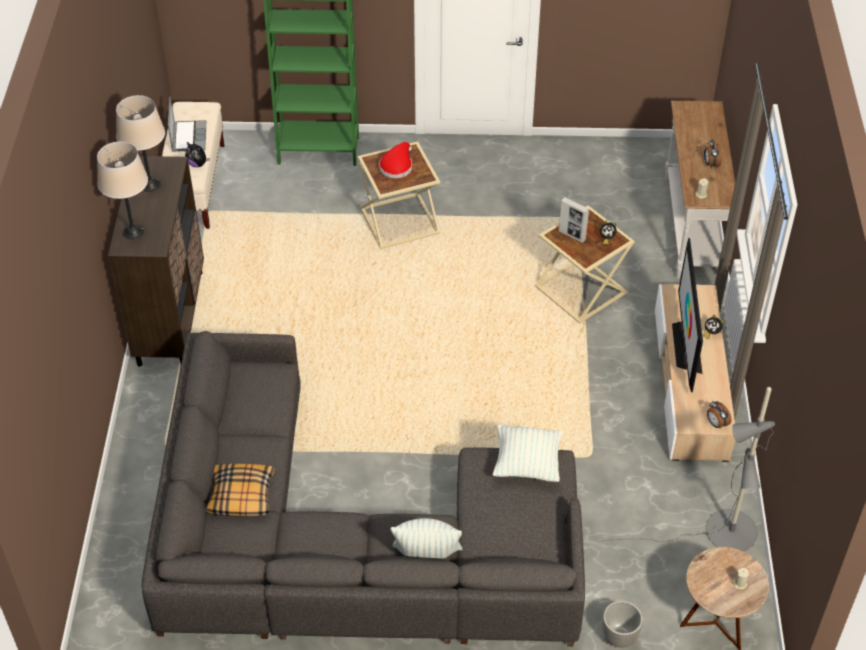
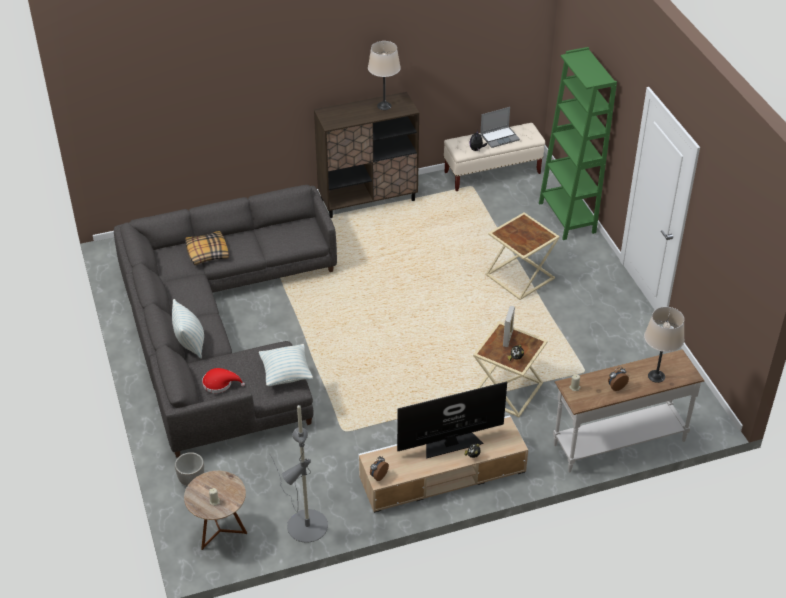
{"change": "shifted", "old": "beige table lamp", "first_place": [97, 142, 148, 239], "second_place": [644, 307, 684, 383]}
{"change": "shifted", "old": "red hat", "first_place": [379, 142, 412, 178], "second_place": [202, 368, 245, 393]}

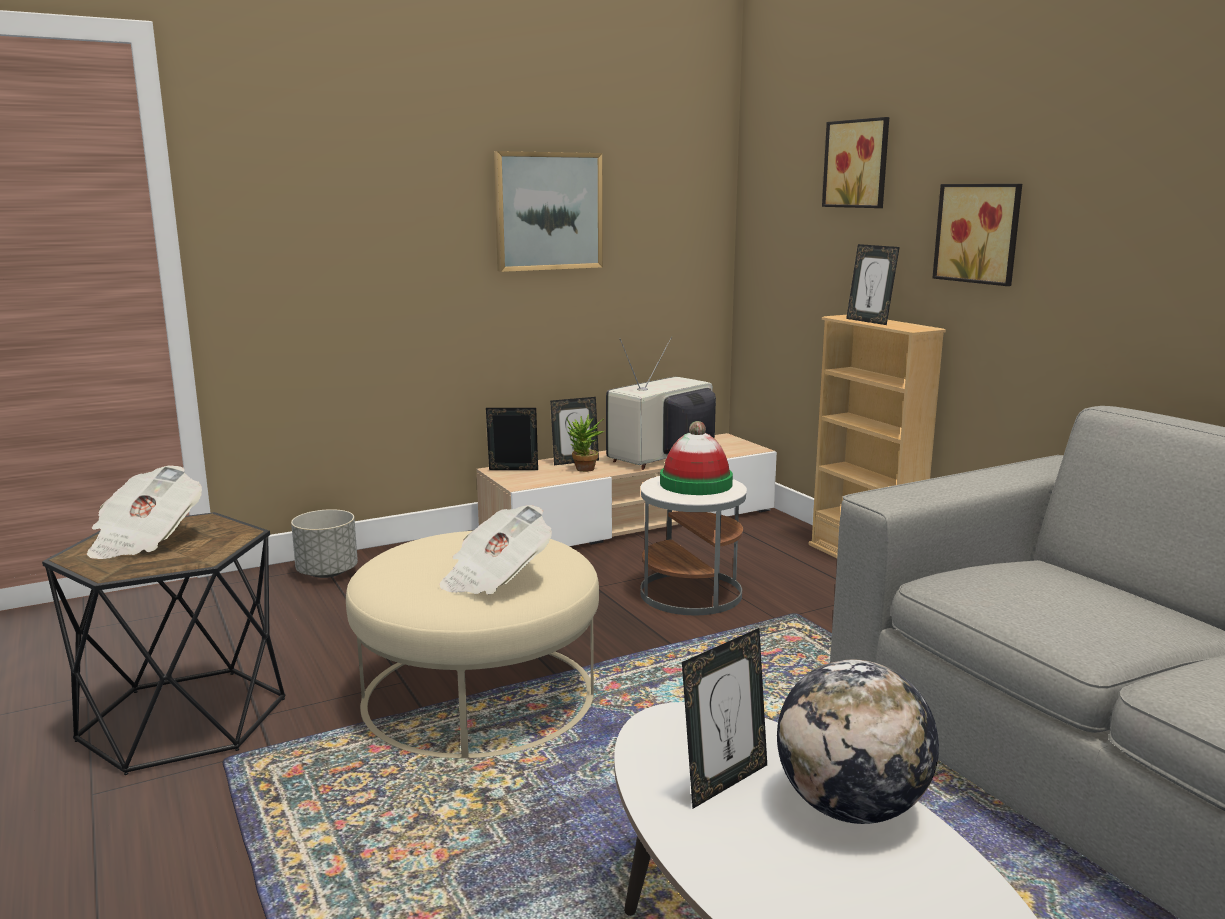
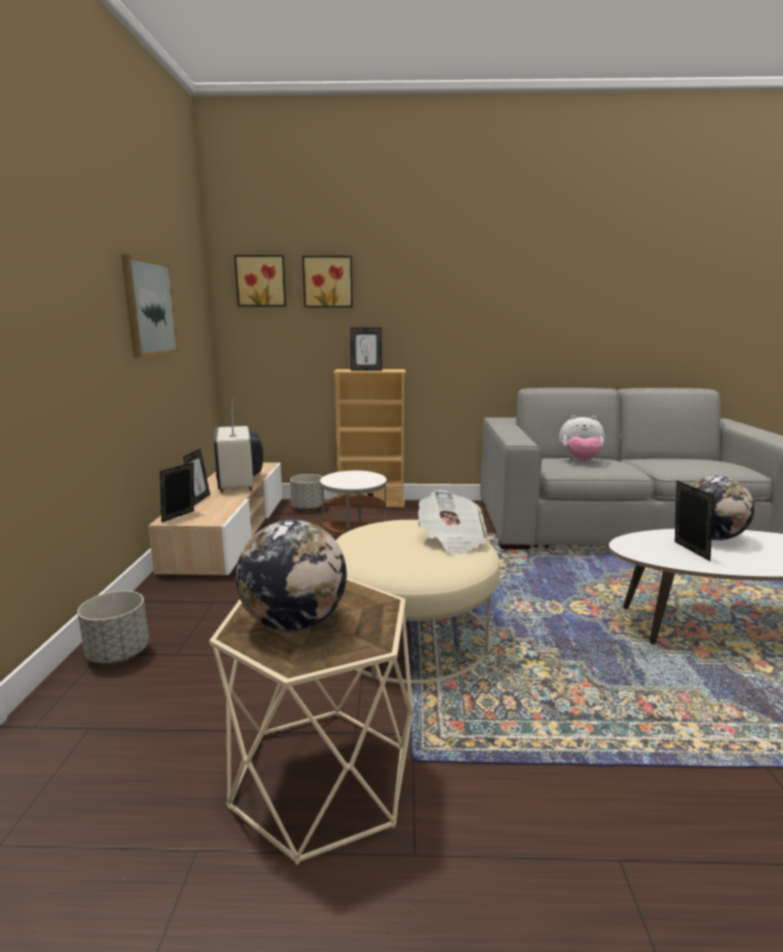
{"change": "repainted", "old": "black side table", "new": "beige side table", "first_place": [42, 512, 285, 775], "second_place": [209, 578, 413, 865]}
{"change": "swapped", "old": "newspaper", "new": "globe", "first_place": [87, 465, 202, 559], "second_place": [236, 520, 347, 632]}
{"change": "gone", "old": "potted plant", "first_place": [567, 414, 604, 472]}
{"change": "gone", "old": "hat", "first_place": [660, 421, 733, 495]}
{"change": "shifted", "old": "picture", "first_place": [933, 184, 1022, 286], "second_place": [234, 255, 286, 307]}
{"change": "new", "new": "grey planter", "second_place": [290, 474, 324, 511]}
{"change": "new", "new": "plush toy", "second_place": [559, 415, 604, 462]}

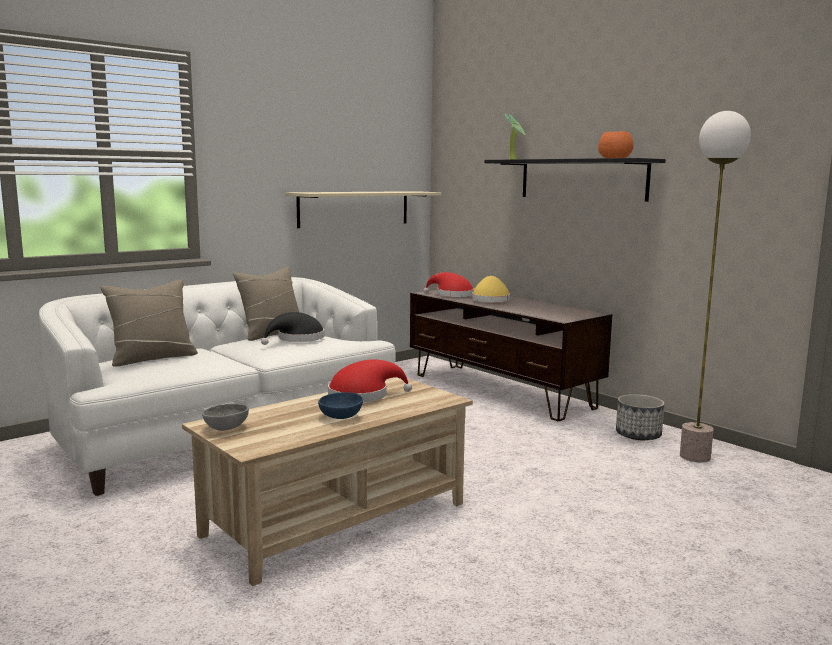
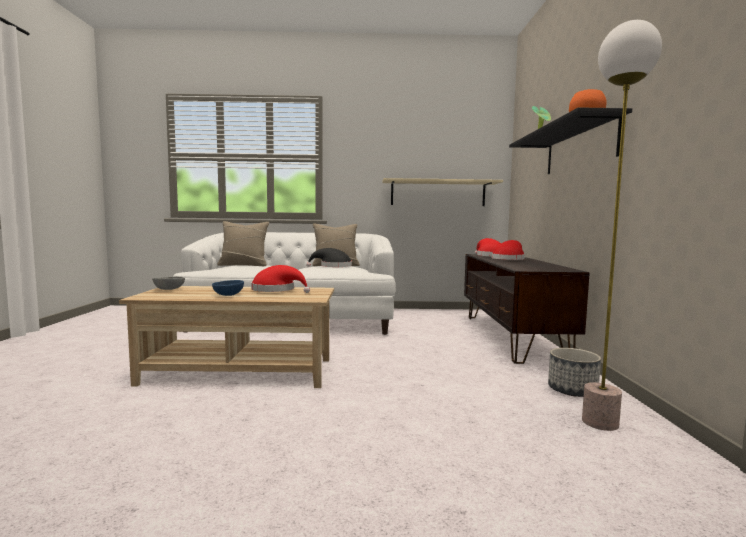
{"change": "repainted", "old": "yellow hat", "new": "red hat", "first_place": [472, 276, 510, 302], "second_place": [492, 240, 525, 260]}

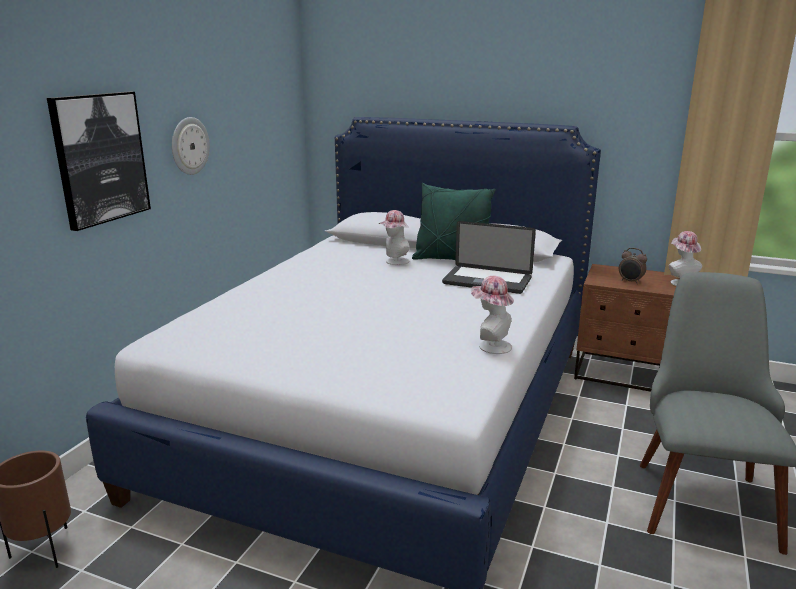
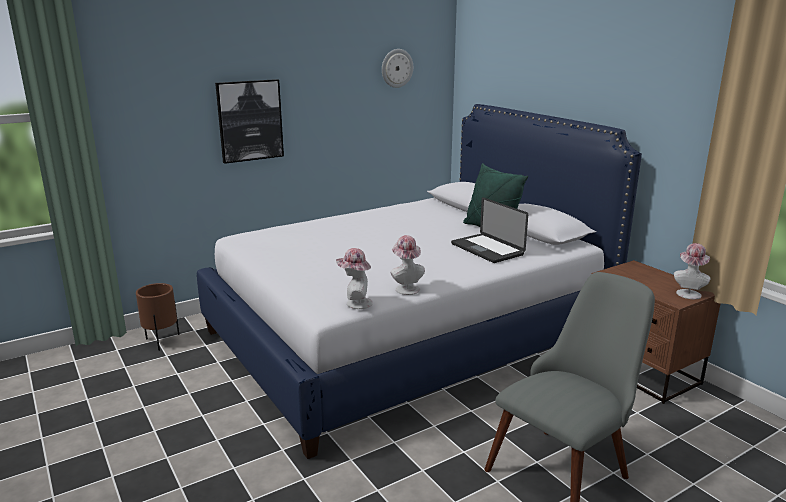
{"change": "shifted", "old": "wall clock", "first_place": [172, 117, 210, 175], "second_place": [382, 49, 413, 88]}
{"change": "shifted", "old": "hat", "first_place": [379, 210, 410, 265], "second_place": [336, 248, 373, 309]}
{"change": "gone", "old": "alarm clock", "first_place": [619, 248, 647, 284]}

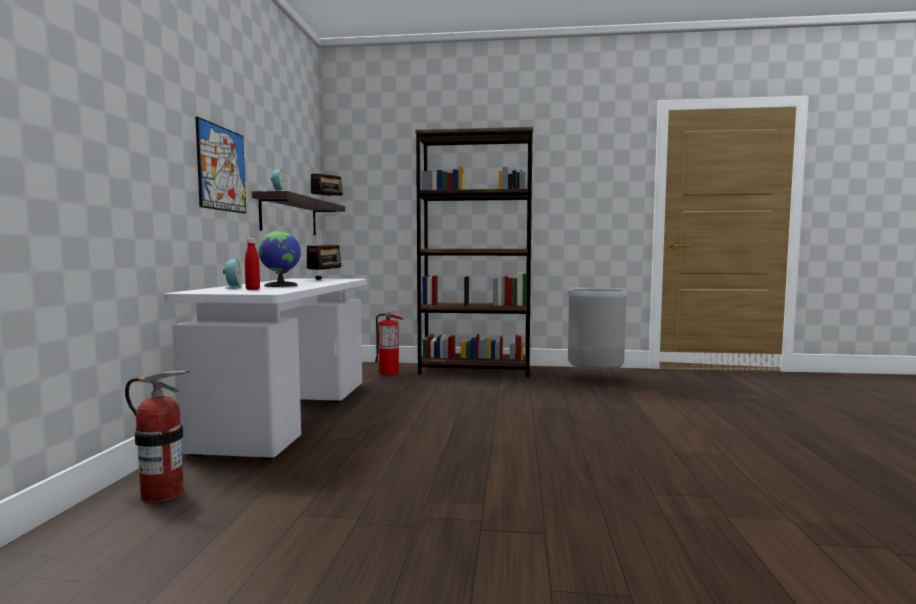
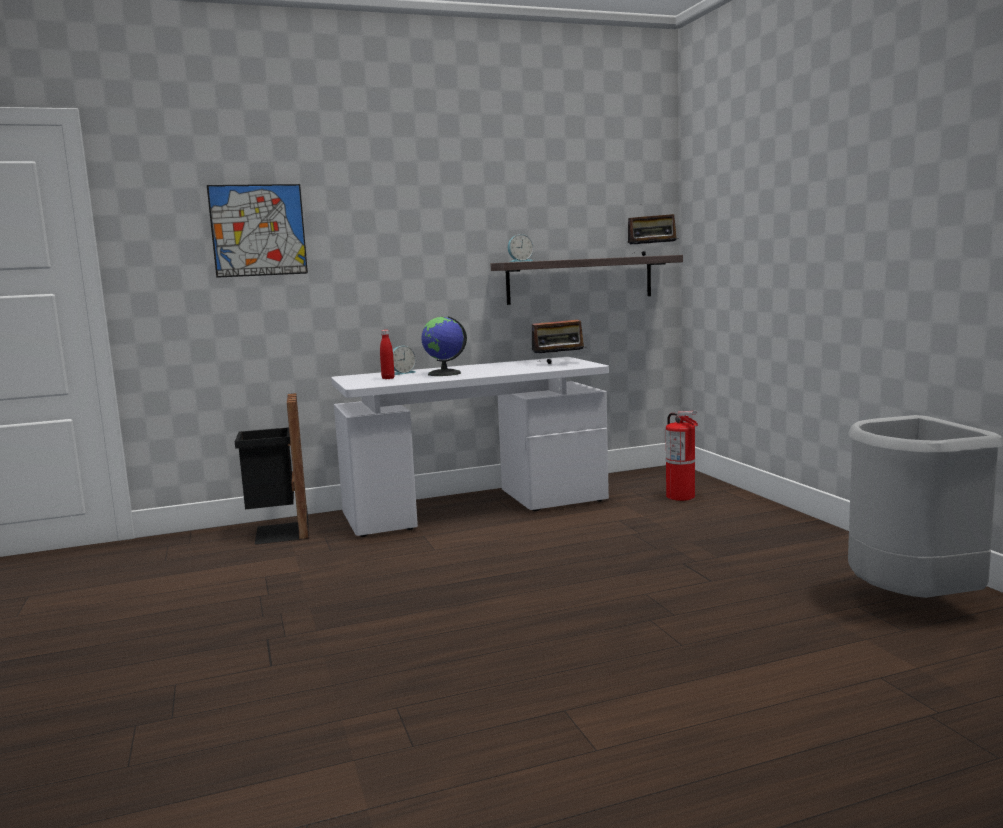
{"change": "swapped", "old": "fire extinguisher", "new": "black trash can", "first_place": [125, 370, 190, 503], "second_place": [235, 393, 309, 545]}
{"change": "shifted", "old": "picture", "first_place": [195, 117, 246, 213], "second_place": [207, 184, 308, 278]}
{"change": "gone", "old": "brown bookcase", "first_place": [416, 127, 533, 377]}

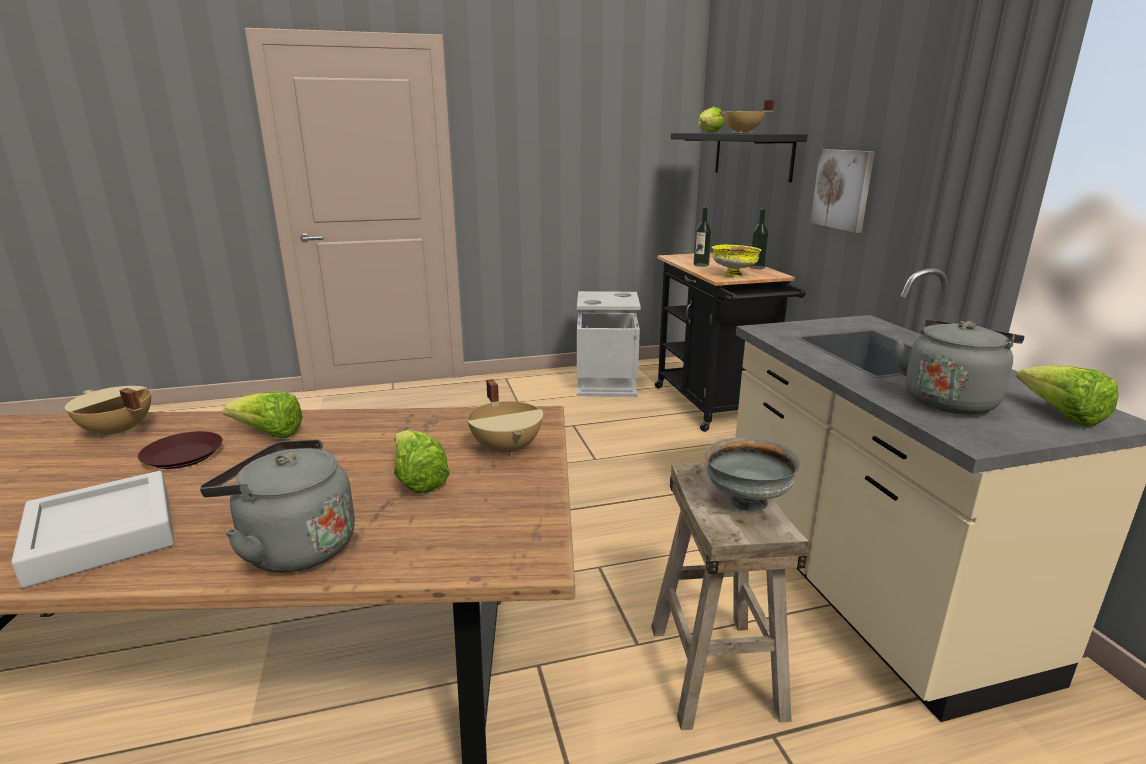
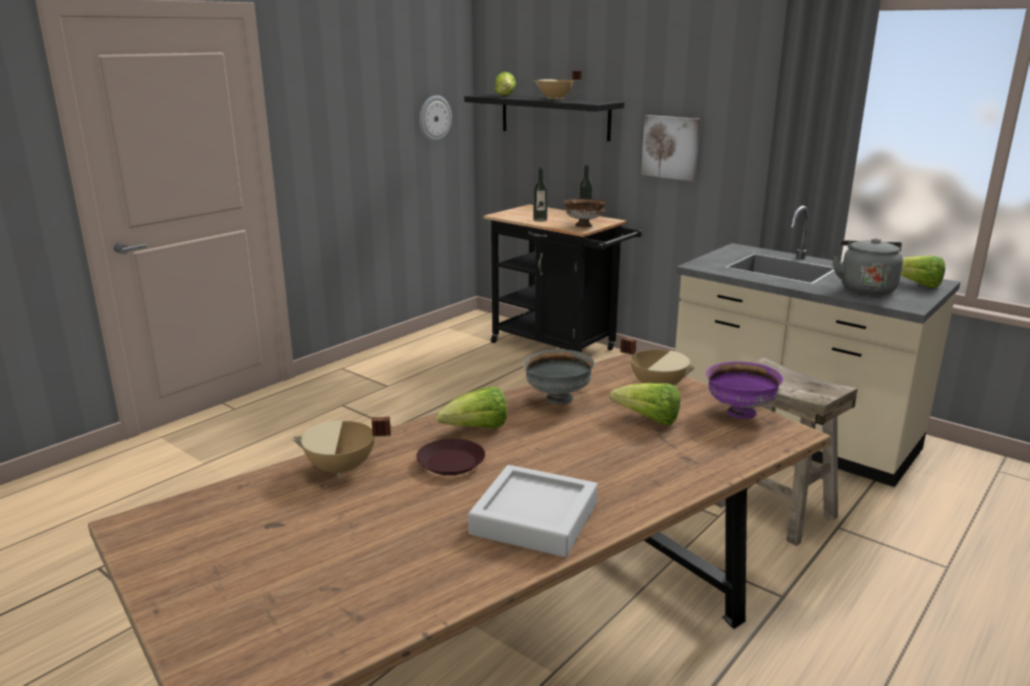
{"change": "gone", "old": "grey kettle", "first_place": [200, 439, 355, 572]}
{"change": "gone", "old": "grey trash can", "first_place": [577, 291, 641, 397]}
{"change": "shifted", "old": "grey bowl", "first_place": [704, 437, 801, 511], "second_place": [523, 350, 595, 404]}
{"change": "repainted", "old": "yellow bowl", "new": "brown bowl", "first_place": [712, 245, 762, 277], "second_place": [564, 199, 606, 227]}
{"change": "new", "new": "wall clock", "second_place": [419, 95, 452, 142]}
{"change": "new", "new": "purple bowl", "second_place": [706, 362, 783, 419]}

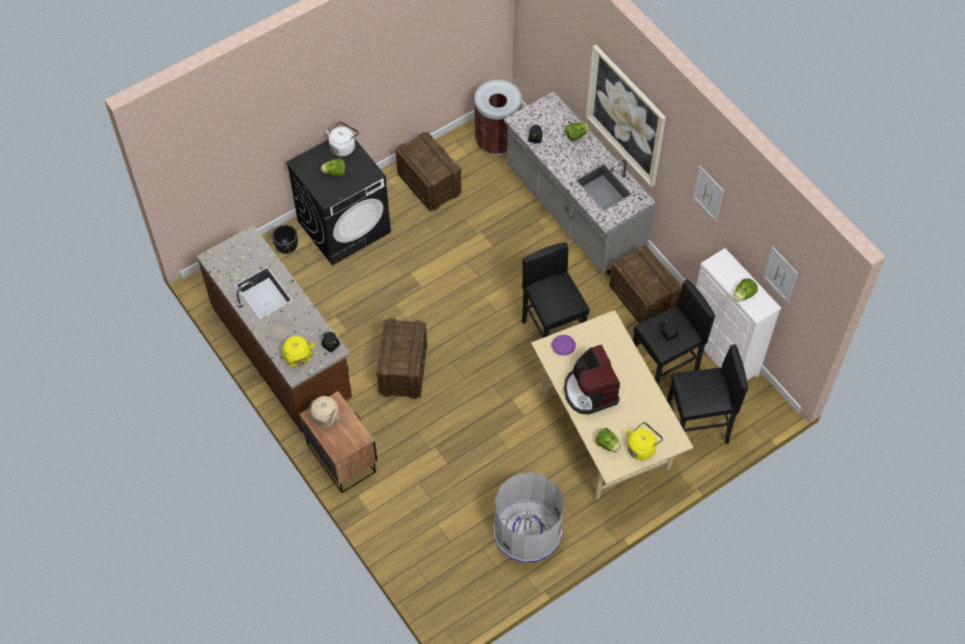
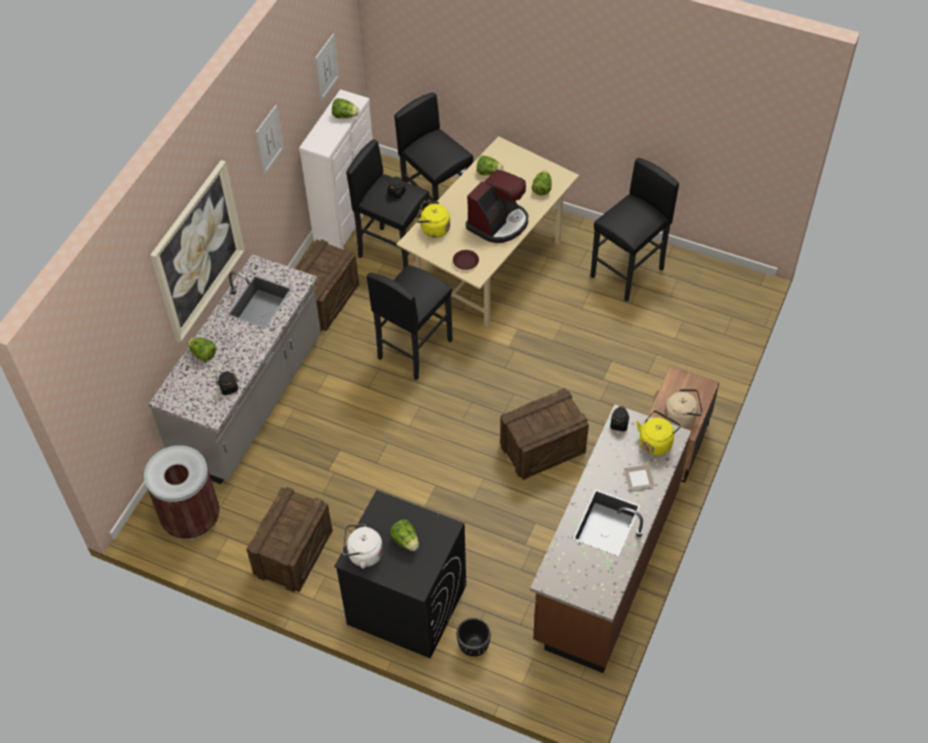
{"change": "swapped", "old": "grey trash can", "new": "black stool", "first_place": [493, 473, 564, 563], "second_place": [590, 158, 679, 302]}
{"change": "repainted", "old": "purple plate", "new": "brown plate", "first_place": [552, 335, 576, 356], "second_place": [453, 250, 479, 270]}
{"change": "shifted", "old": "yellow kettle", "first_place": [627, 422, 663, 460], "second_place": [416, 201, 450, 238]}
{"change": "new", "new": "lettuce", "second_place": [477, 155, 504, 175]}

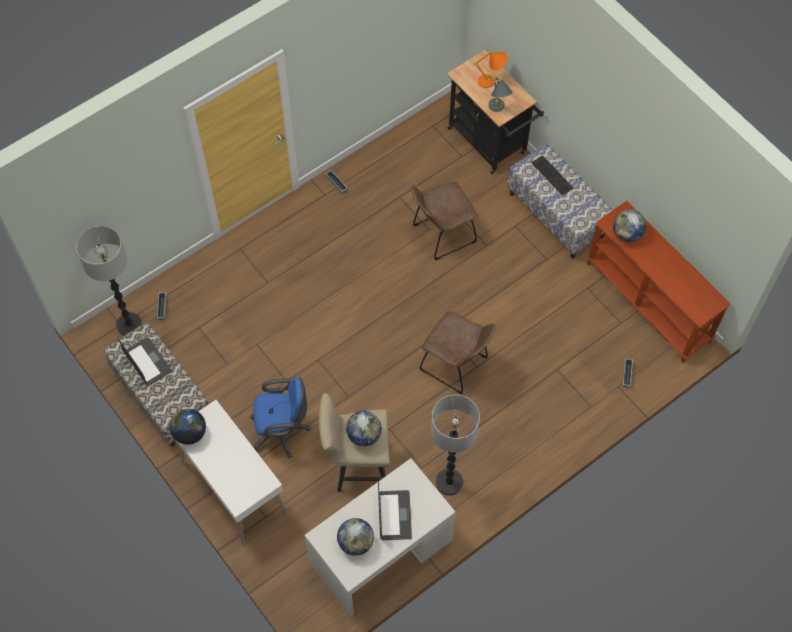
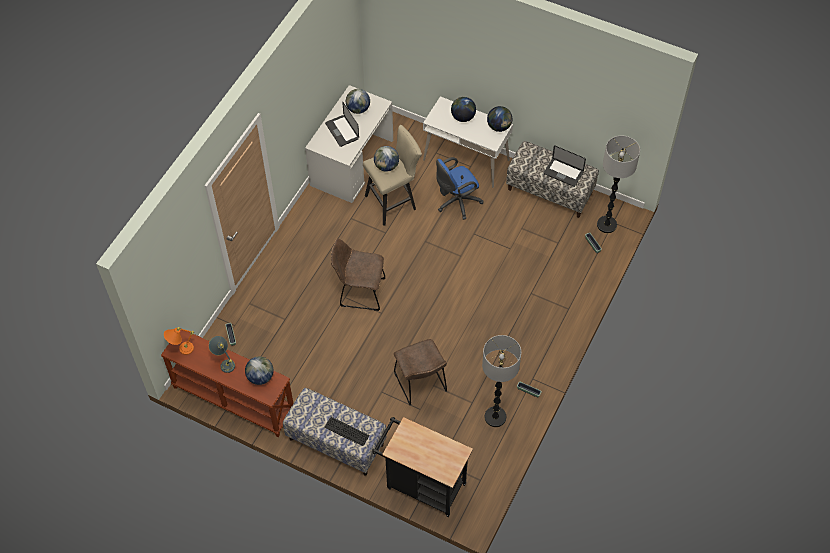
{"change": "rotated", "old": "brown chair", "first_place": [411, 182, 478, 260], "second_place": [394, 339, 447, 405], "degrees": 120}
{"change": "shifted", "old": "floor lamp", "first_place": [431, 395, 480, 495], "second_place": [482, 335, 521, 427]}
{"change": "shifted", "old": "orange table lamp", "first_place": [474, 51, 508, 88], "second_place": [164, 327, 194, 355]}
{"change": "shifted", "old": "grey table lamp", "first_place": [488, 76, 513, 112], "second_place": [209, 336, 235, 373]}
{"change": "new", "new": "globe", "second_place": [451, 97, 476, 122]}

